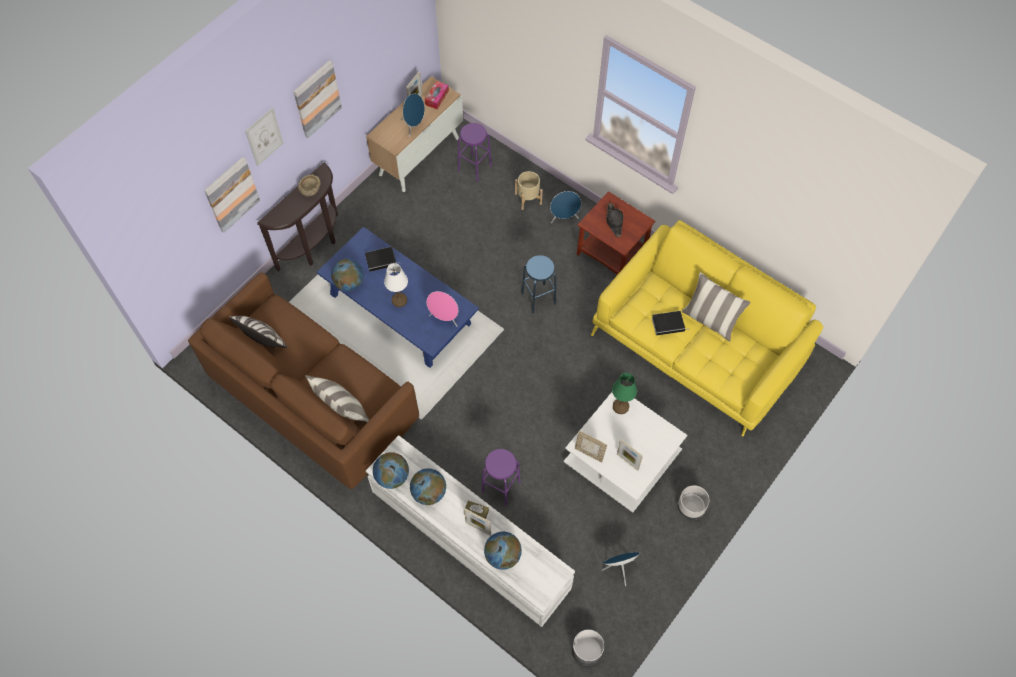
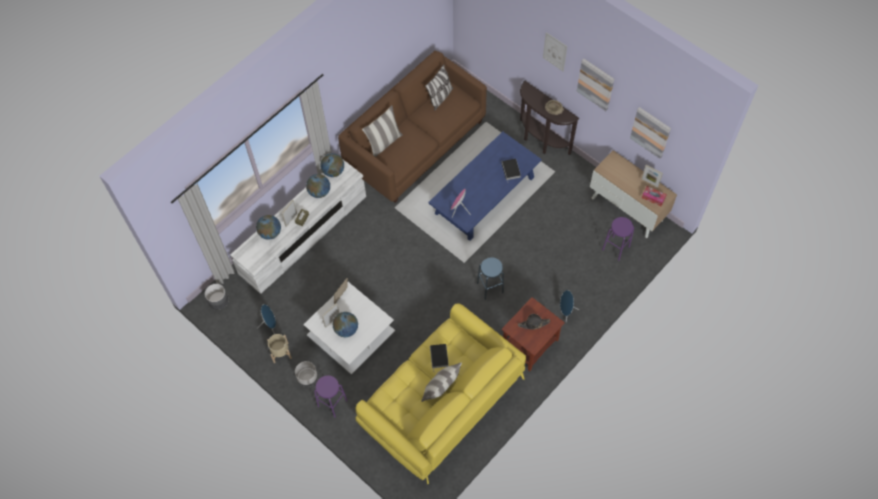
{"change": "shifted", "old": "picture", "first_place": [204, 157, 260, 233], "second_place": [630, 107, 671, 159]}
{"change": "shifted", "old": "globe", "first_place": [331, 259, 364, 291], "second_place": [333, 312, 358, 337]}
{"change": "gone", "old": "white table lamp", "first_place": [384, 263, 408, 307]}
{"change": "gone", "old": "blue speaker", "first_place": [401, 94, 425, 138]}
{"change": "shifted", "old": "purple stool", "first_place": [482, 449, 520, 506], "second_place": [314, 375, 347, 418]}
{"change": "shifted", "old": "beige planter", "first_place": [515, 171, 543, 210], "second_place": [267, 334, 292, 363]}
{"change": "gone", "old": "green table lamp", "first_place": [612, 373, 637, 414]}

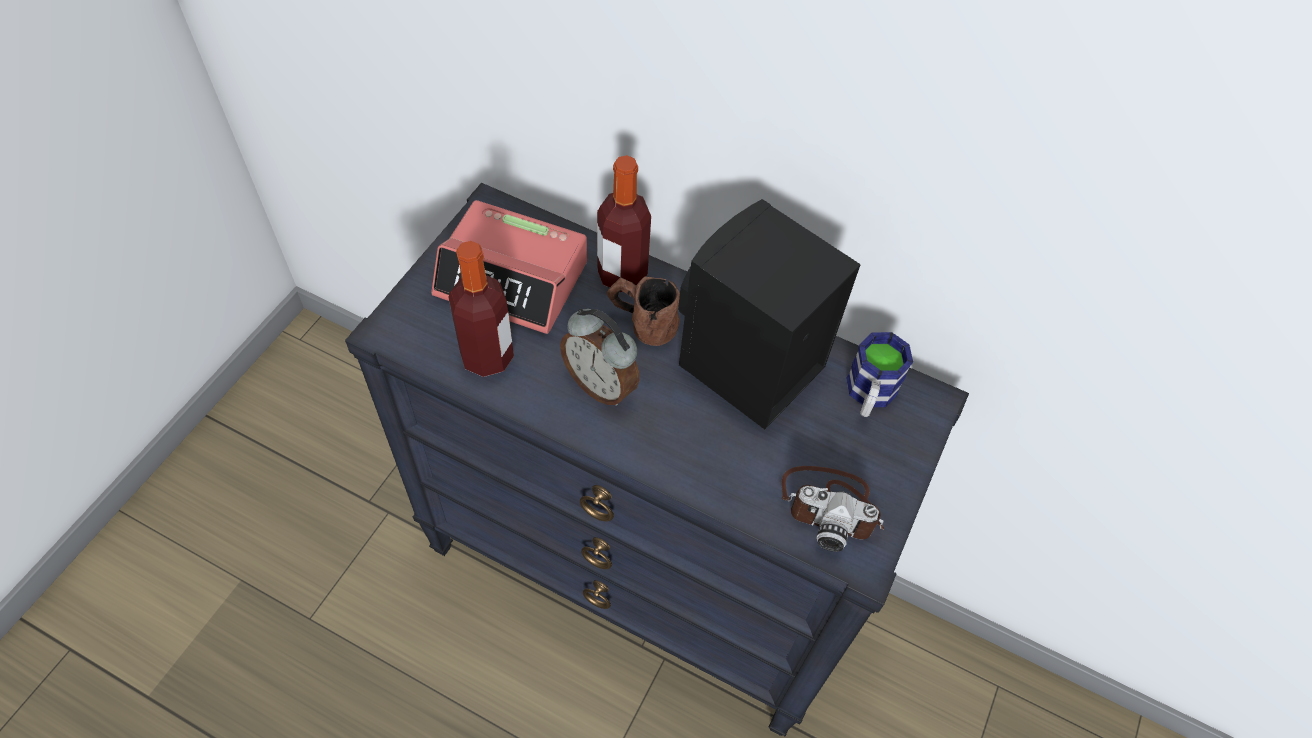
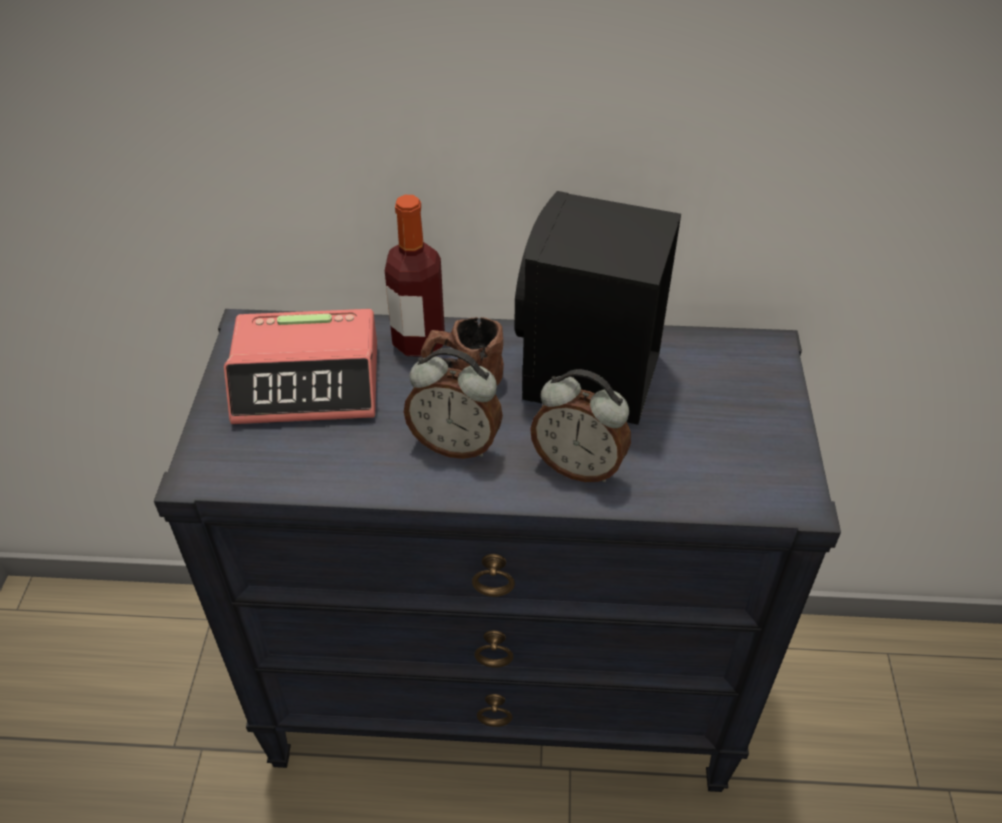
{"change": "gone", "old": "bottle", "first_place": [448, 241, 514, 377]}
{"change": "gone", "old": "photo camera", "first_place": [781, 466, 884, 552]}
{"change": "gone", "old": "mug", "first_place": [846, 332, 913, 417]}
{"change": "new", "new": "alarm clock", "second_place": [530, 369, 631, 482]}

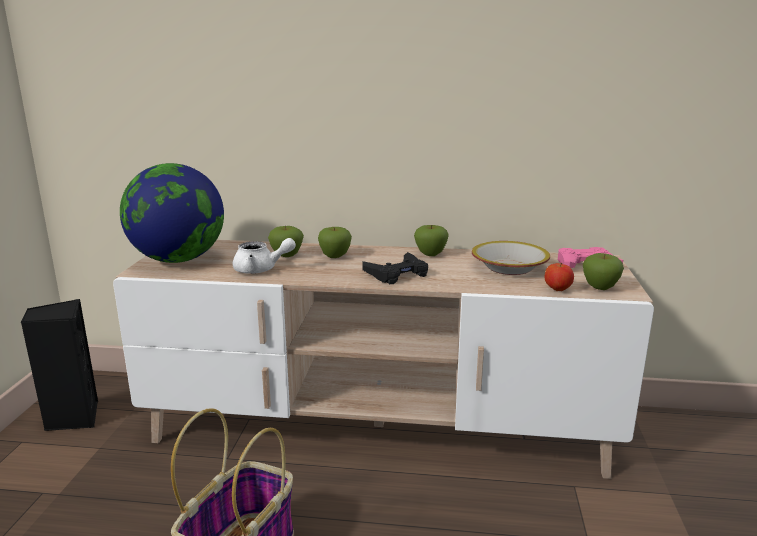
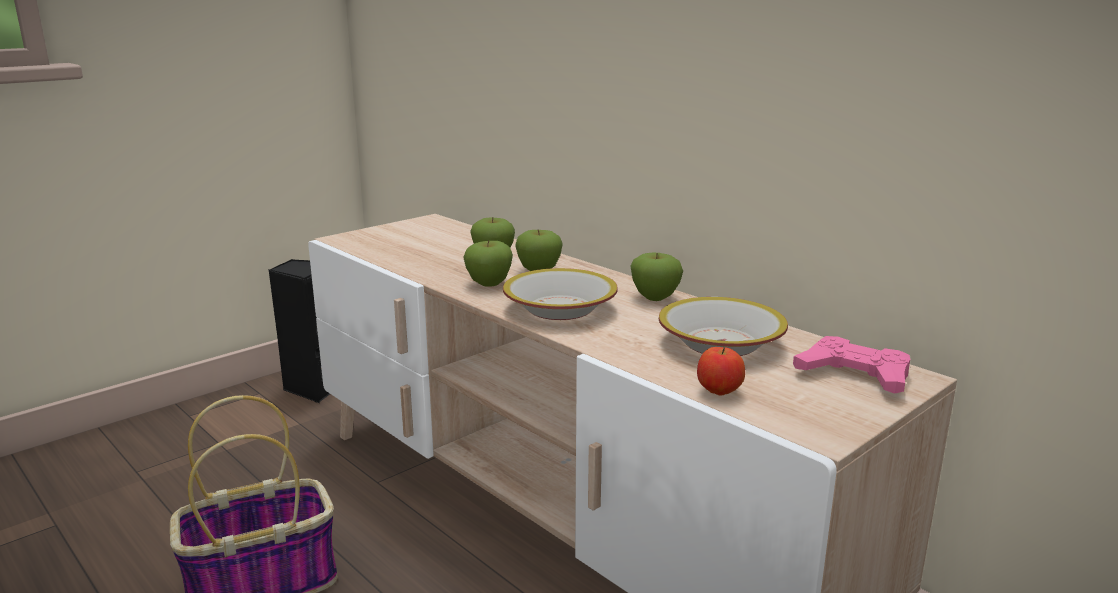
{"change": "gone", "old": "globe", "first_place": [120, 163, 224, 263]}
{"change": "gone", "old": "white teapot", "first_place": [233, 238, 296, 274]}
{"change": "swapped", "old": "black game controller", "new": "bowl", "first_place": [362, 252, 428, 284], "second_place": [503, 268, 618, 320]}
{"change": "shifted", "old": "apple", "first_place": [583, 253, 624, 290], "second_place": [463, 240, 513, 287]}

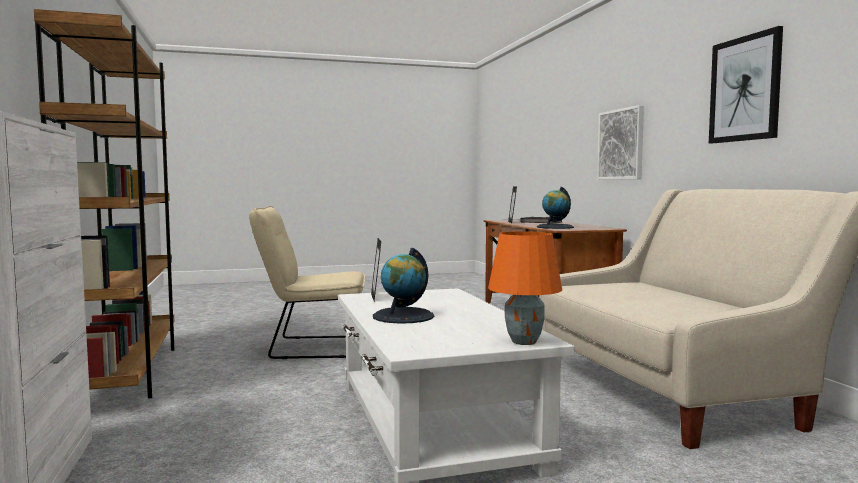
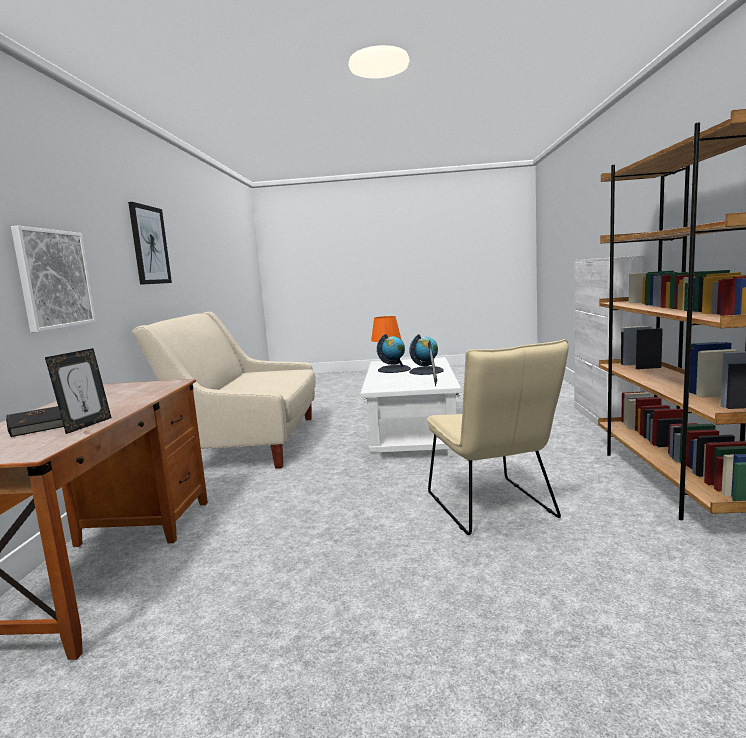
{"change": "rotated", "old": "beige chair", "first_place": [249, 206, 365, 359], "second_place": [427, 339, 569, 535], "degrees": 60}
{"change": "shifted", "old": "globe", "first_place": [537, 187, 574, 229], "second_place": [377, 334, 411, 373]}

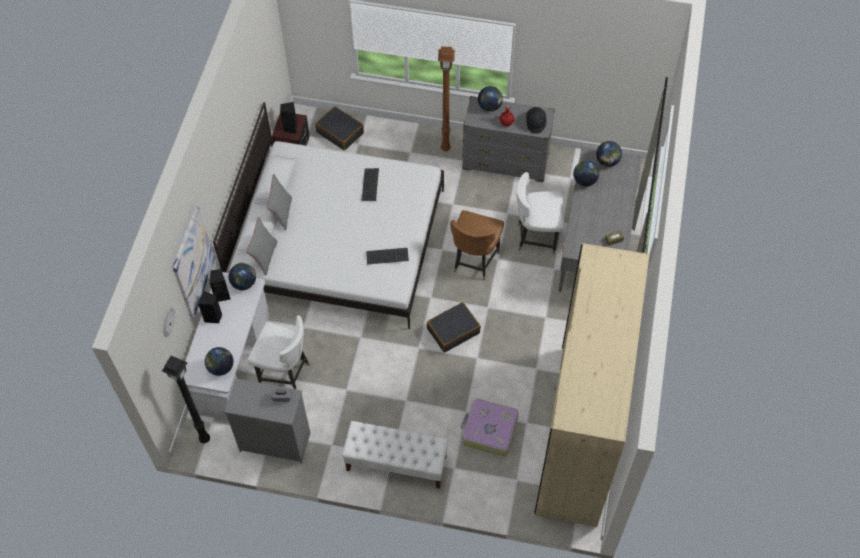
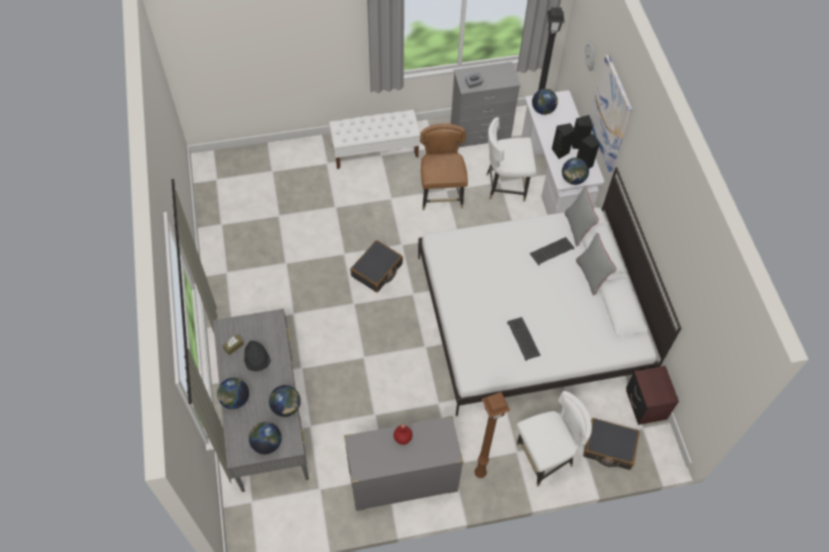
{"change": "shifted", "old": "black speaker", "first_place": [280, 102, 297, 134], "second_place": [552, 123, 575, 159]}
{"change": "shifted", "old": "keyboard", "first_place": [366, 248, 409, 264], "second_place": [529, 237, 574, 265]}
{"change": "shifted", "old": "brown chair", "first_place": [450, 210, 504, 280], "second_place": [420, 123, 468, 210]}
{"change": "gone", "old": "suitcase", "first_place": [461, 399, 519, 457]}
{"change": "shifted", "old": "globe", "first_place": [478, 86, 503, 112], "second_place": [217, 378, 249, 409]}
{"change": "shifted", "old": "white chair", "first_place": [516, 172, 564, 255], "second_place": [516, 391, 592, 486]}
{"change": "shifted", "old": "black hat", "first_place": [526, 107, 546, 134], "second_place": [244, 340, 270, 371]}
{"change": "gone", "old": "beige wardrobe", "first_place": [534, 243, 649, 527]}

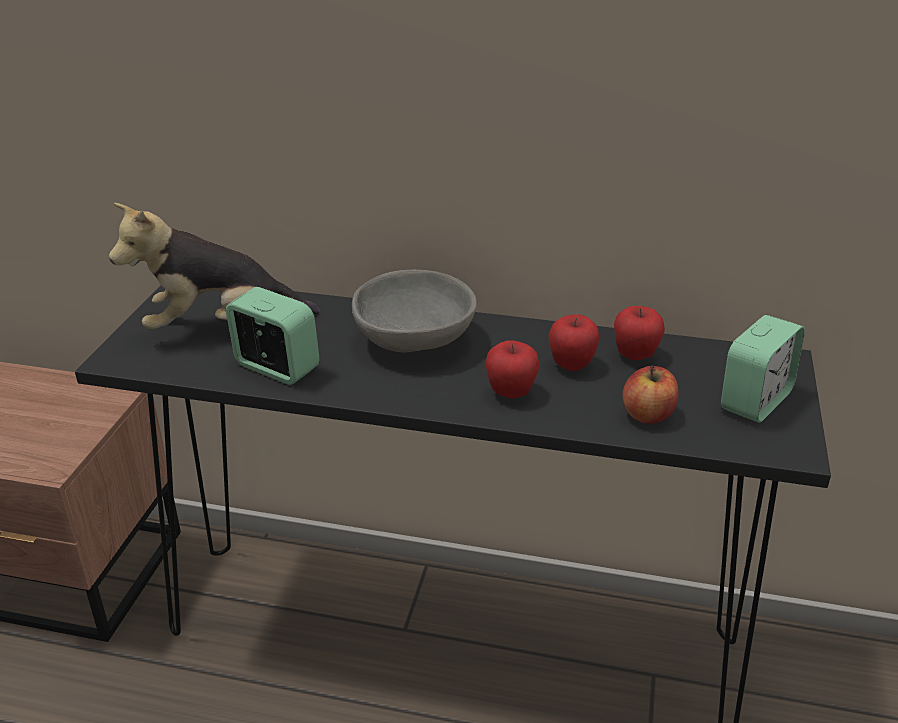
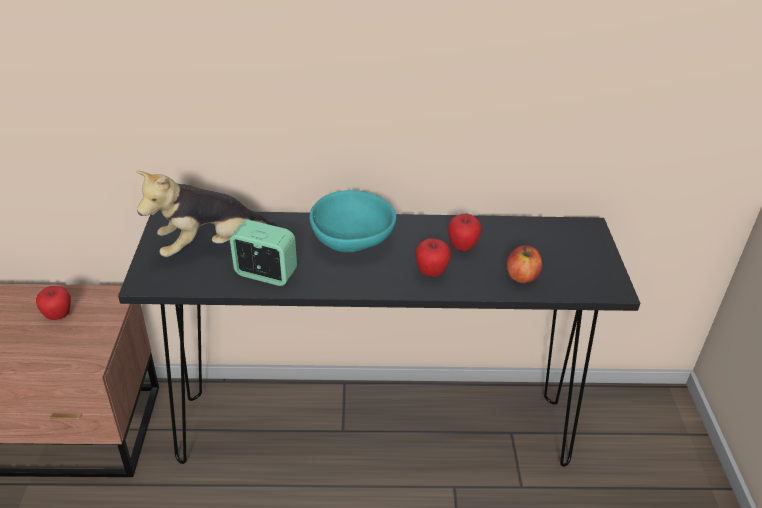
{"change": "repainted", "old": "grey bowl", "new": "turquoise bowl", "first_place": [352, 270, 477, 352], "second_place": [309, 190, 396, 252]}
{"change": "shifted", "old": "apple", "first_place": [614, 306, 665, 360], "second_place": [36, 286, 71, 320]}
{"change": "gone", "old": "alarm clock", "first_place": [721, 315, 805, 423]}

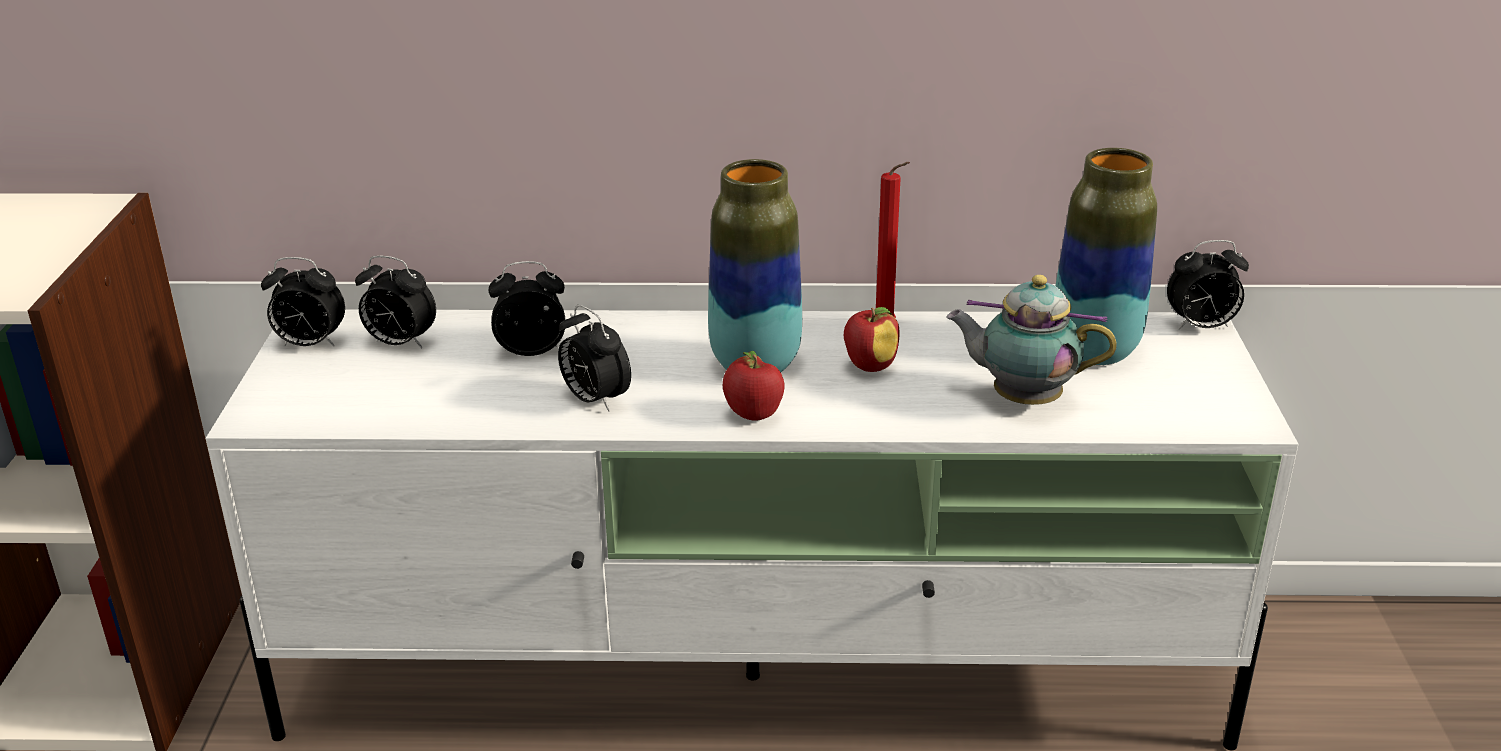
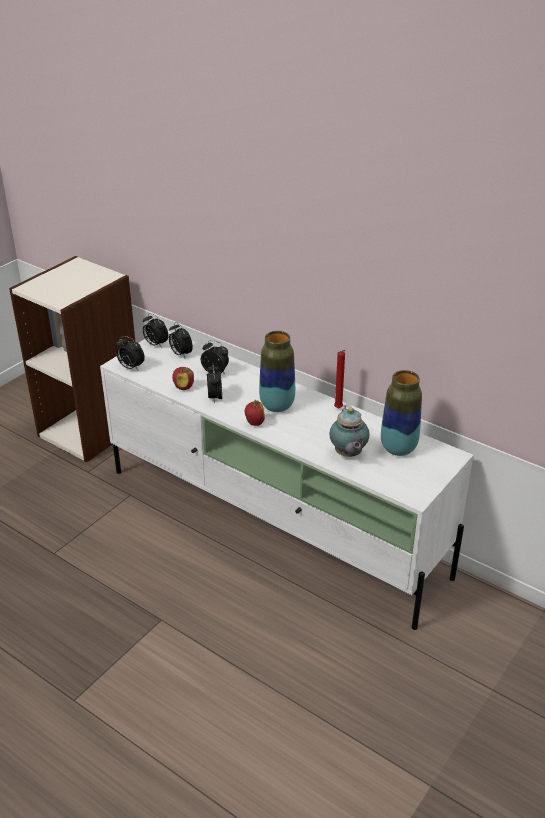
{"change": "shifted", "old": "apple", "first_place": [844, 307, 899, 372], "second_place": [172, 367, 194, 390]}
{"change": "rotated", "old": "teapot", "first_place": [946, 275, 1117, 405], "second_place": [329, 405, 369, 457], "degrees": -150}
{"change": "shifted", "old": "alarm clock", "first_place": [1167, 240, 1249, 330], "second_place": [116, 336, 145, 370]}

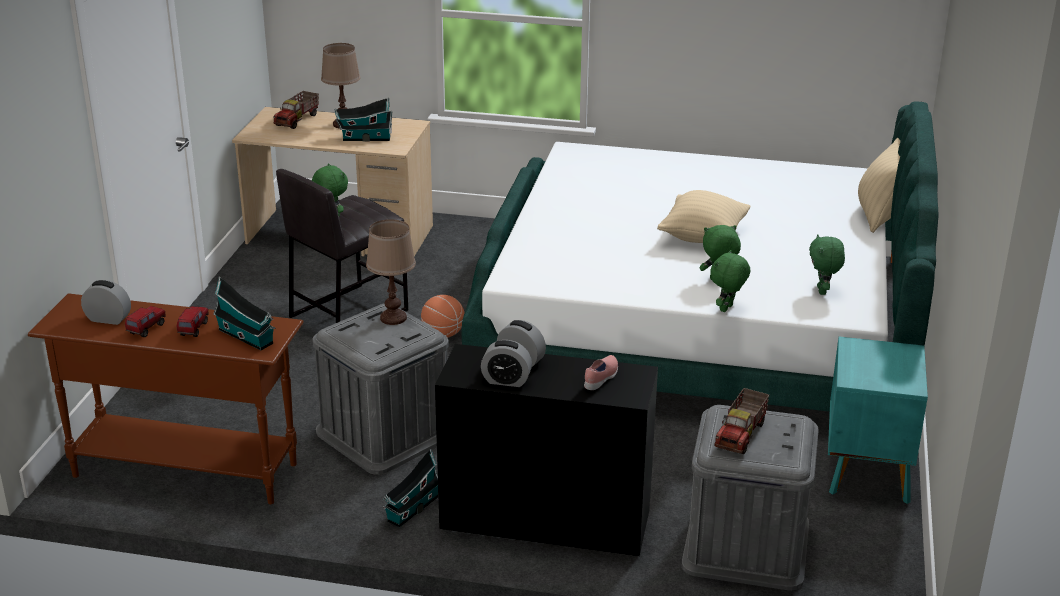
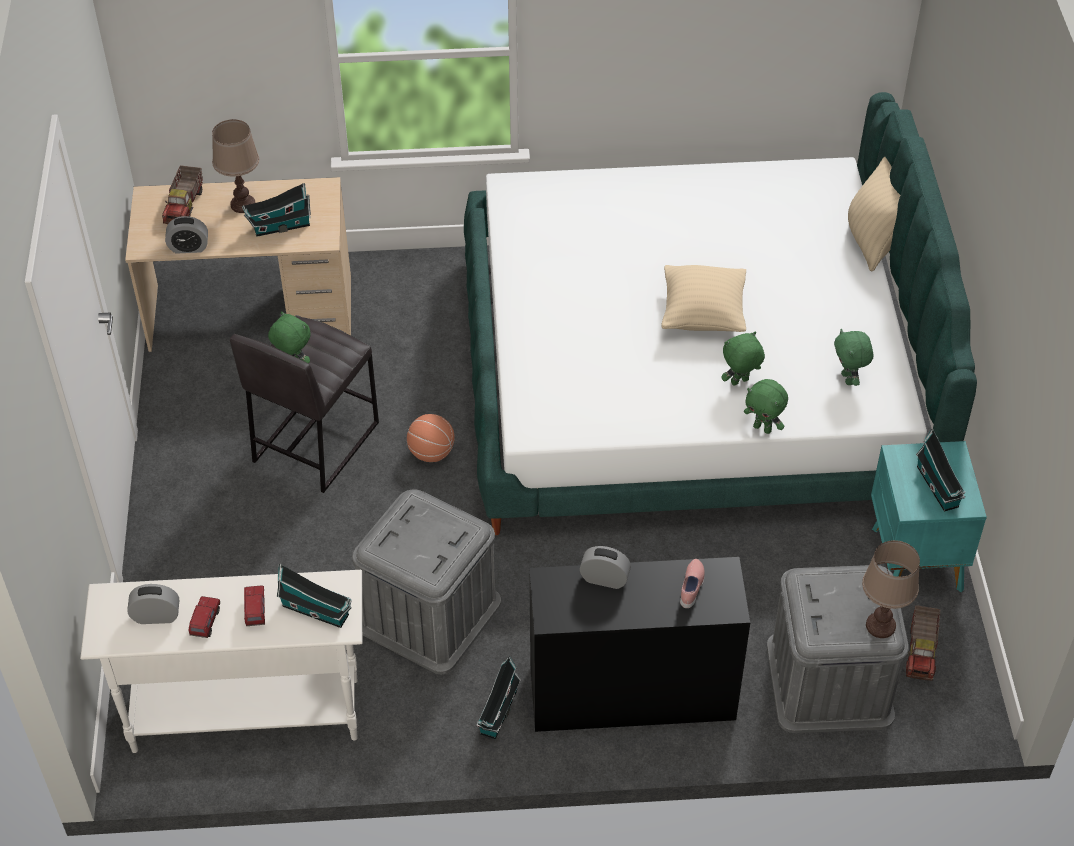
{"change": "repainted", "old": "brown console table", "new": "white console table", "first_place": [28, 293, 303, 504], "second_place": [80, 570, 362, 753]}
{"change": "shifted", "old": "brown table lamp", "first_place": [366, 219, 416, 325], "second_place": [862, 540, 920, 638]}
{"change": "shifted", "old": "alarm clock", "first_place": [481, 340, 532, 387], "second_place": [165, 216, 208, 254]}
{"change": "rotated", "old": "green plush toy", "first_place": [710, 250, 750, 312], "second_place": [744, 379, 788, 434], "degrees": -75}
{"change": "shifted", "old": "toy truck", "first_place": [714, 388, 769, 454], "second_place": [906, 605, 940, 681]}
{"change": "new", "new": "toy house", "second_place": [916, 428, 965, 512]}

